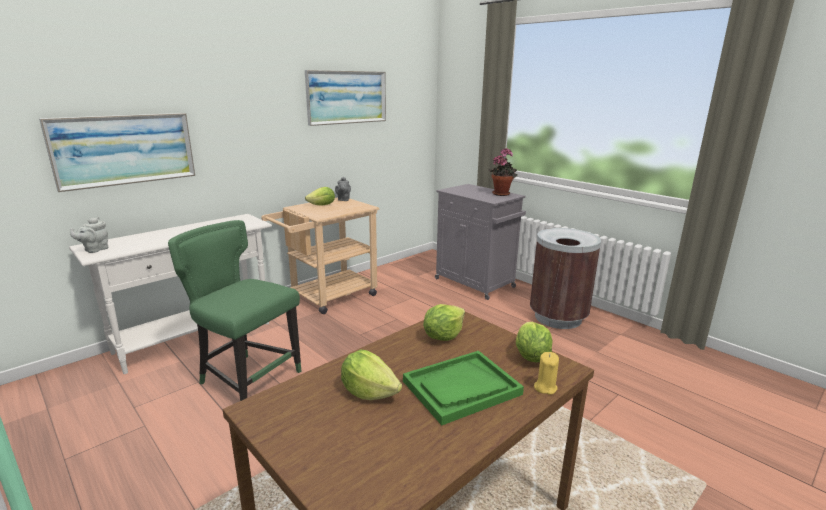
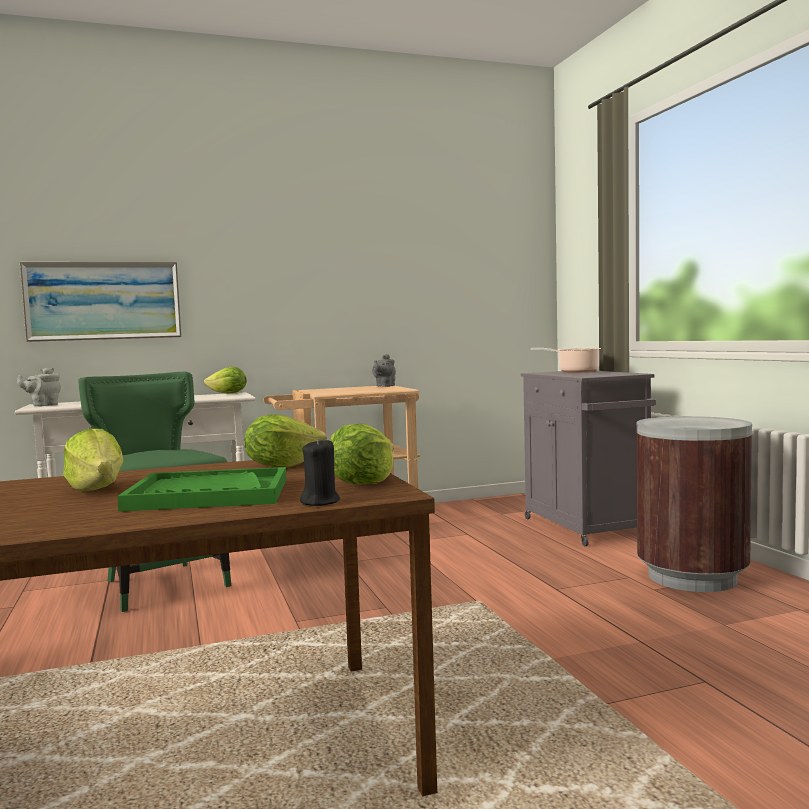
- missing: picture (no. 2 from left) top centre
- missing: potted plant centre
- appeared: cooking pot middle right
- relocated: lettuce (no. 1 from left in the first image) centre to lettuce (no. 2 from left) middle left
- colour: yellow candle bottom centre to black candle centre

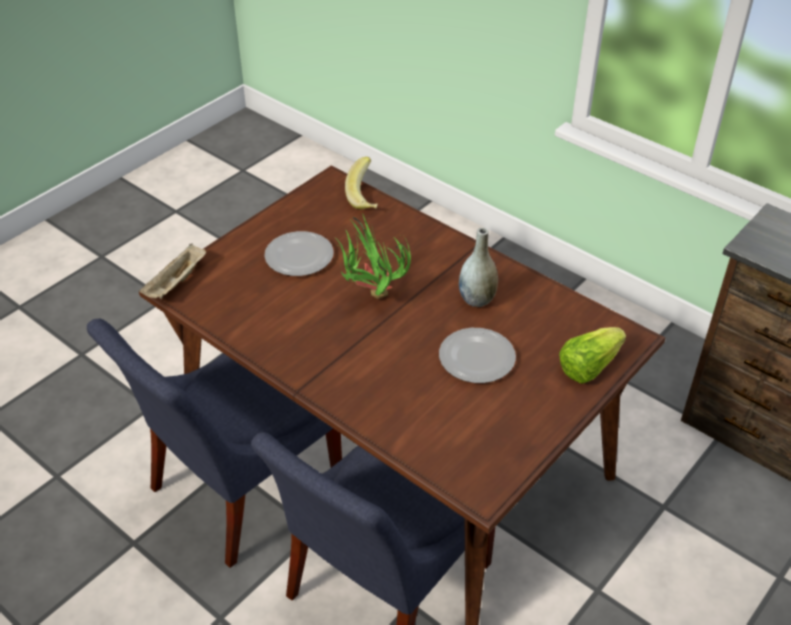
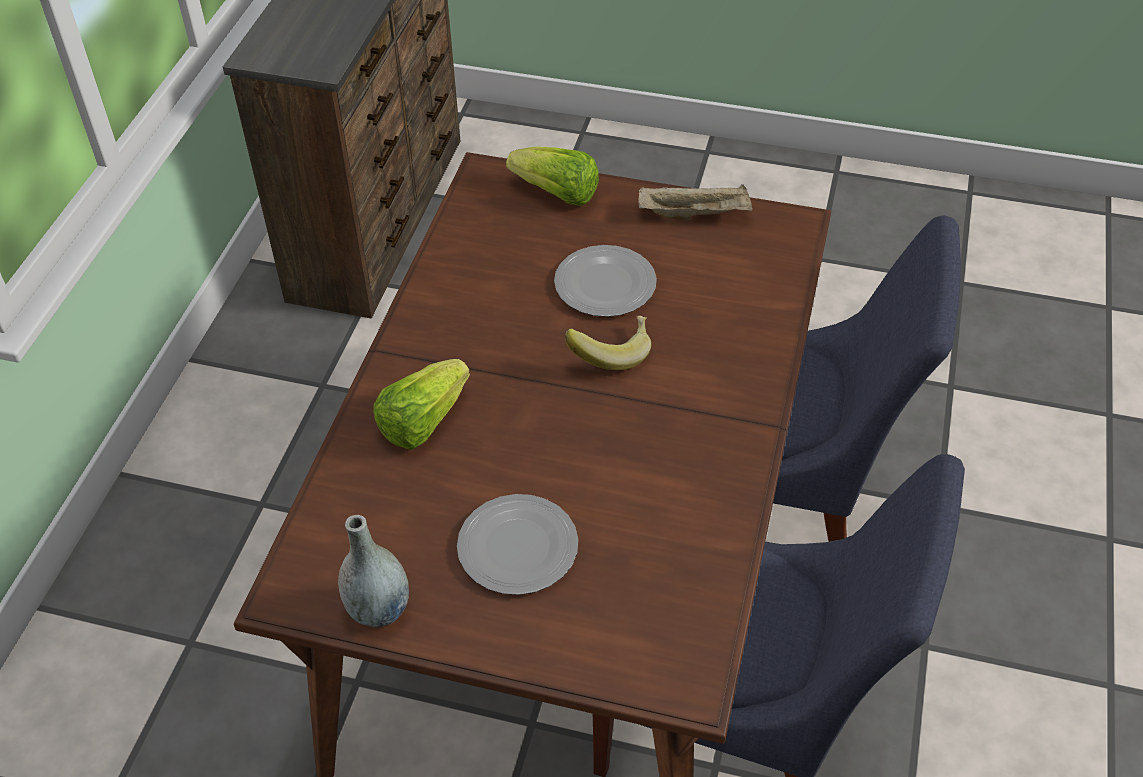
- missing: potted plant centre
- appeared: lettuce (no. 1 from left) centre
- relocated: beige tray middle left to top centre
- relocated: banana top centre to centre
- relocated: grey vase centre to bottom left

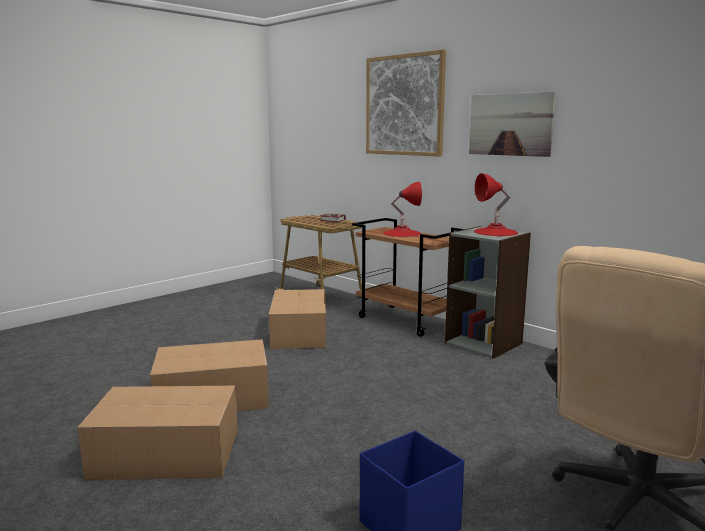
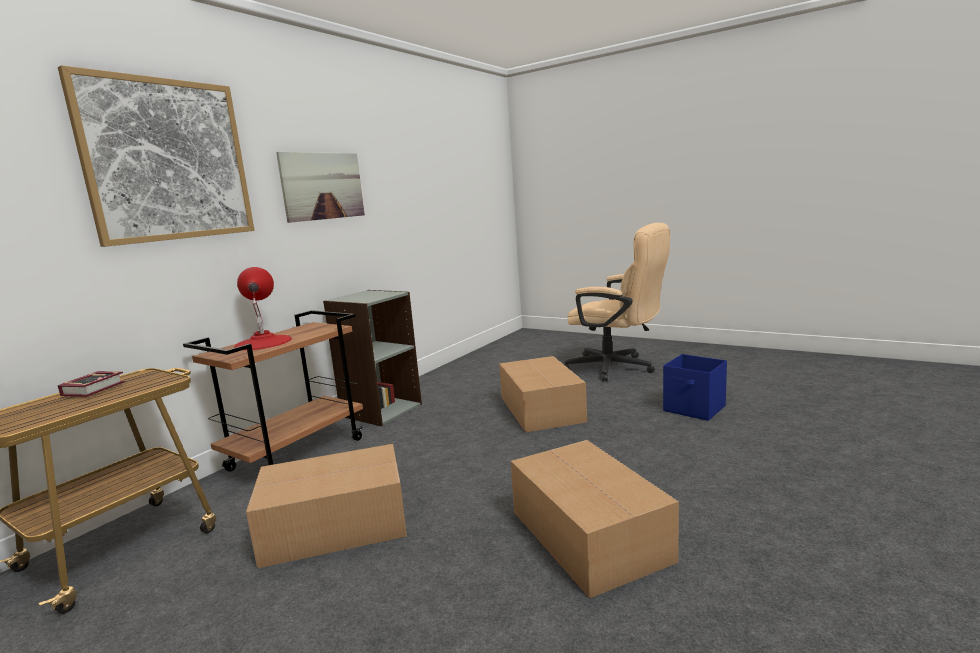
- missing: red table lamp (no. 2 from left) middle right
- relocated: cardboard box (no. 1 from left in the first image) bottom left to cardboard box (no. 2 from left) centre

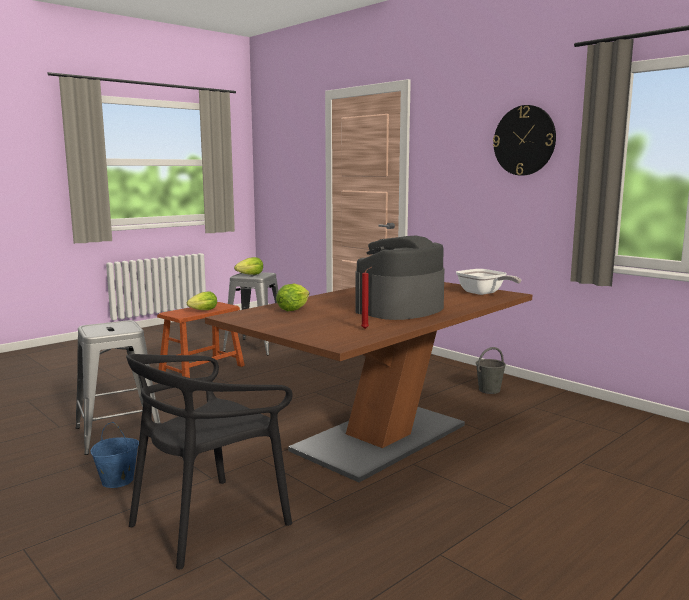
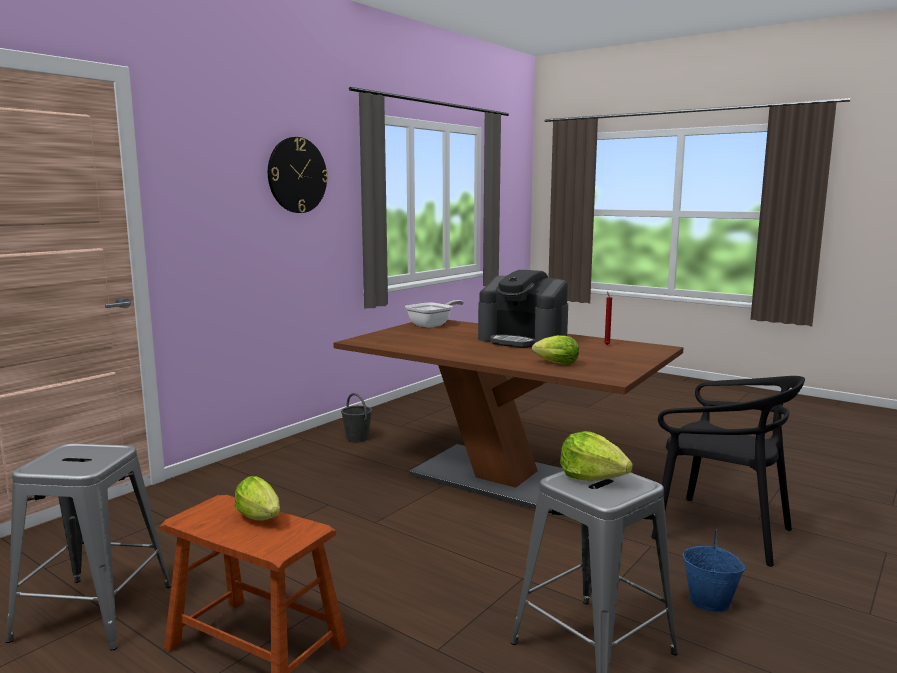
- relocated: lettuce (no. 2 from left in the first image) centre to lettuce (no. 3 from left) bottom centre

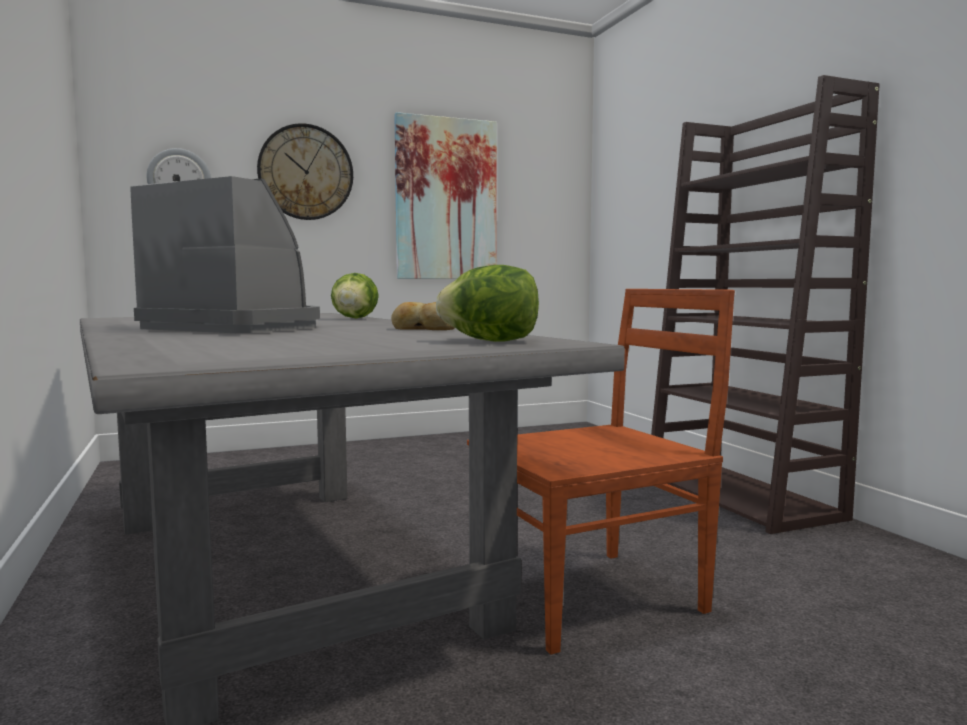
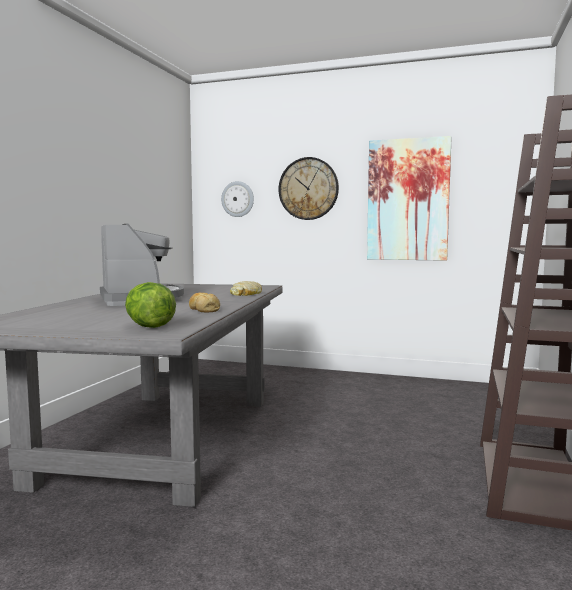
- missing: brown chair centre
- exchanged: lettuce (no. 1 from left) centre to bread (no. 2 from left) centre

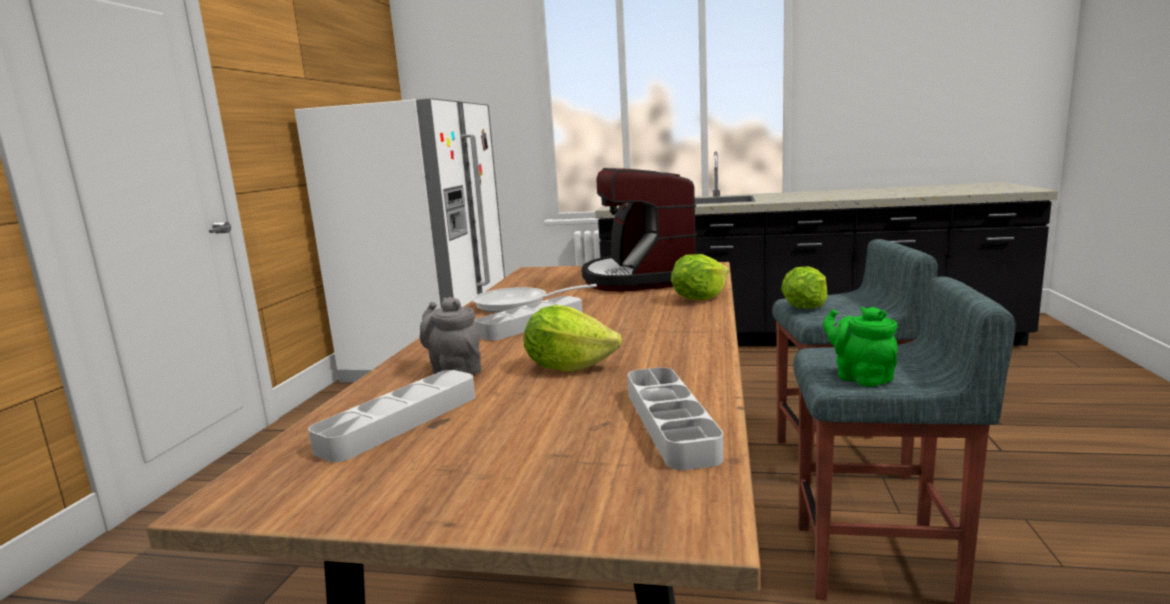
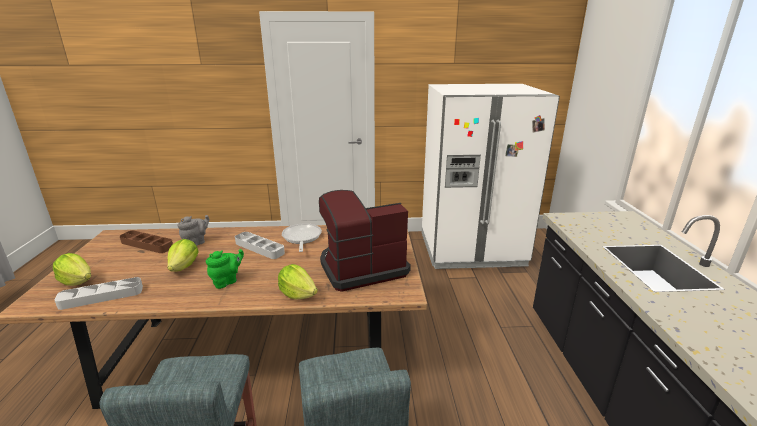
- relocated: lettuce (no. 3 from left in the first image) middle right to lettuce (no. 1 from left) middle left
- relocated: green teapot middle right to middle left
- colour: grey tray (no. 1 from left) bottom centre to brown tray middle left

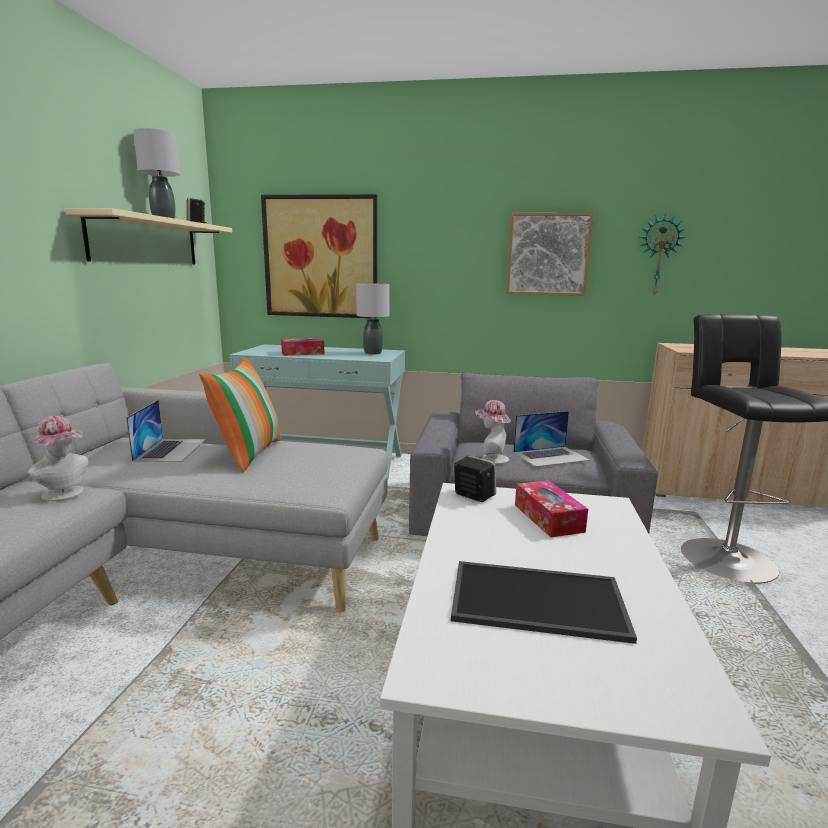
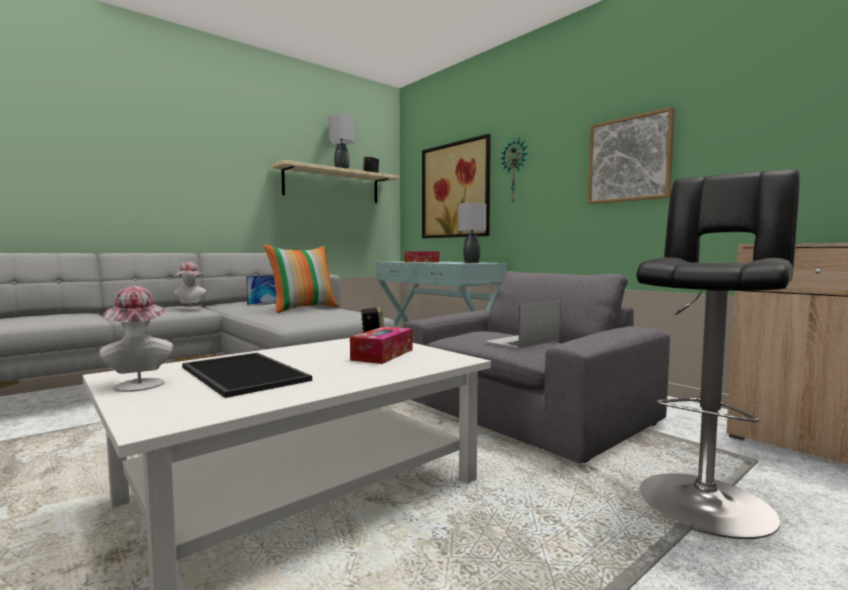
- relocated: hat (no. 2 from left in the first image) centre to hat (no. 1 from left) middle left
- relocated: wall clock top right to top centre
- spun: laptop (no. 2 from left) centre = centre 120 degrees clockwise

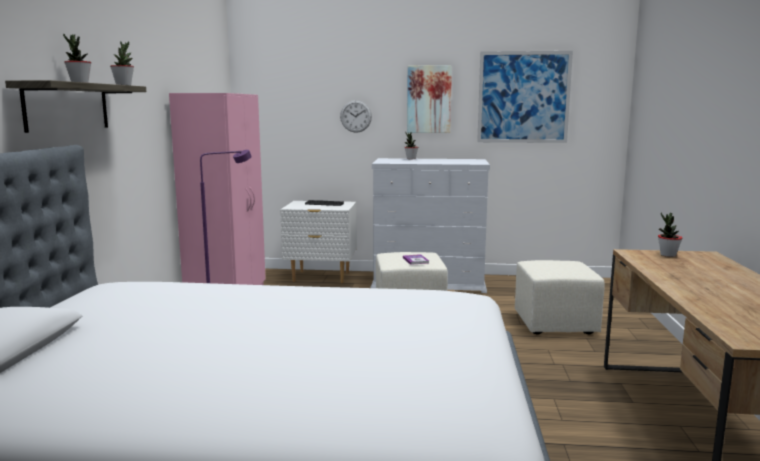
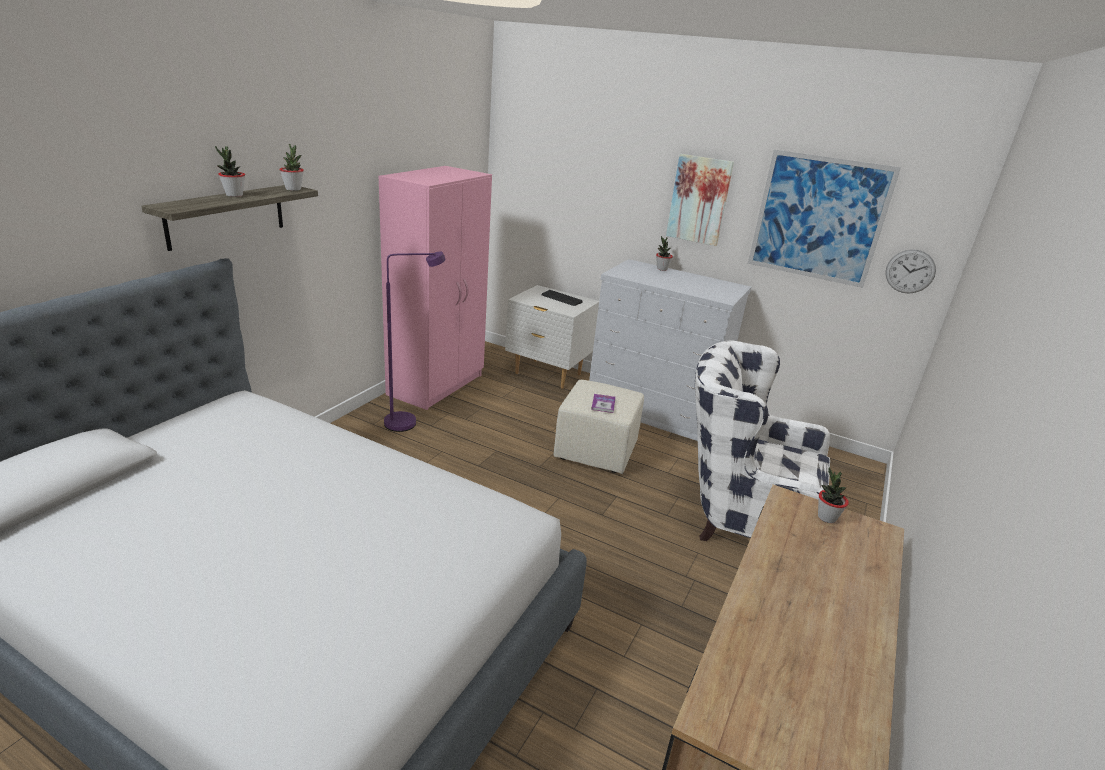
- relocated: wall clock top centre to middle right
- exchanged: beige ottoman (no. 2 from left) middle right to white armchair middle right

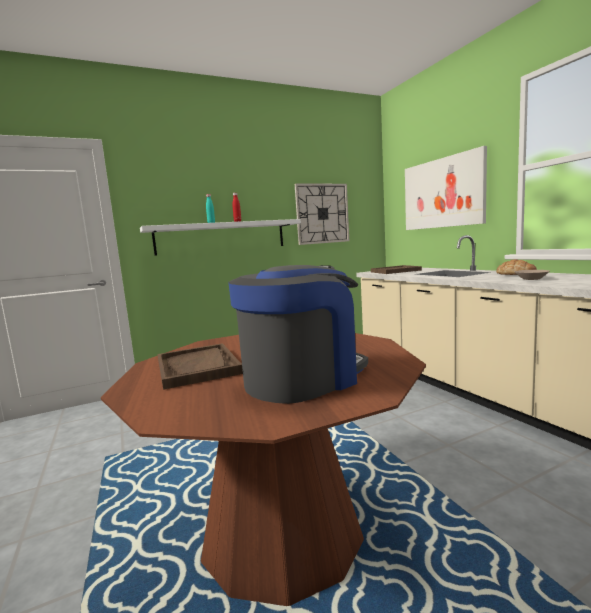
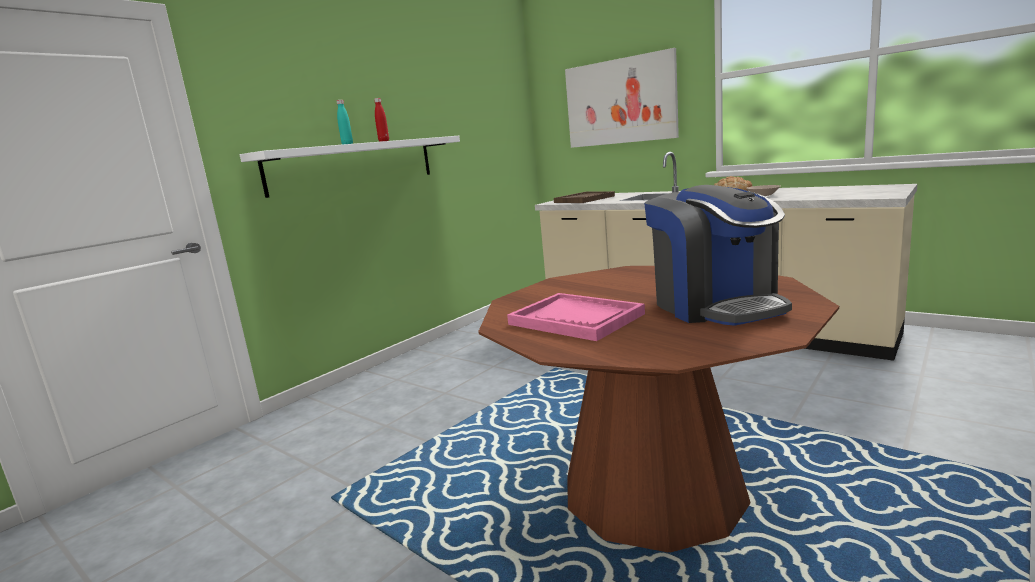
- missing: wall clock centre
- colour: brown tray (no. 1 from left) centre to pink tray centre
- spun: coffee machine centre = middle right 135 degrees clockwise

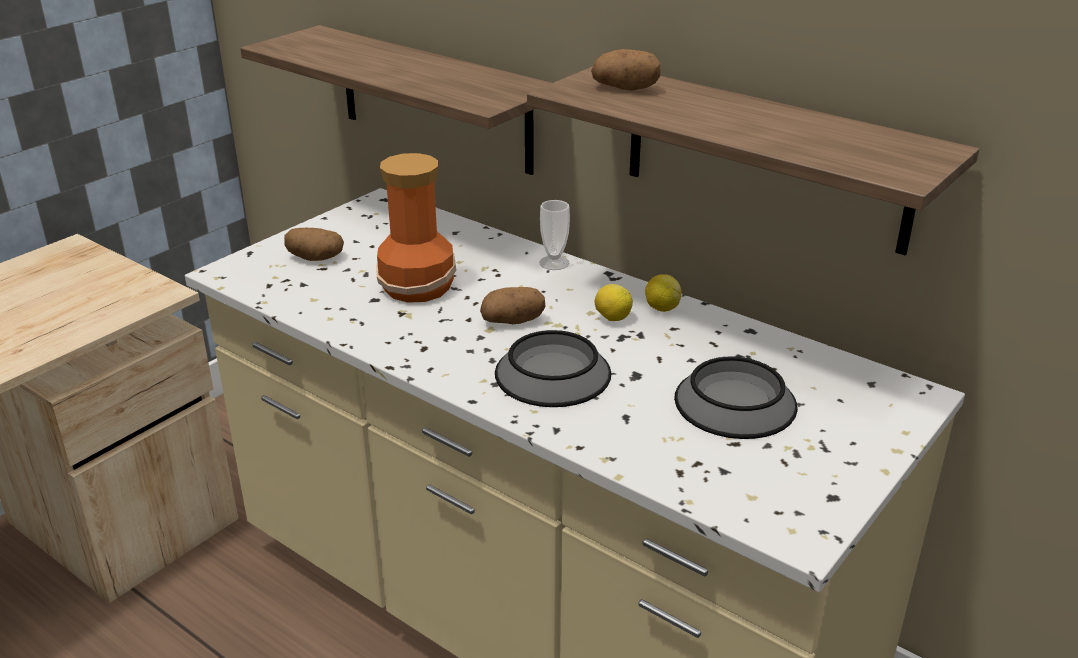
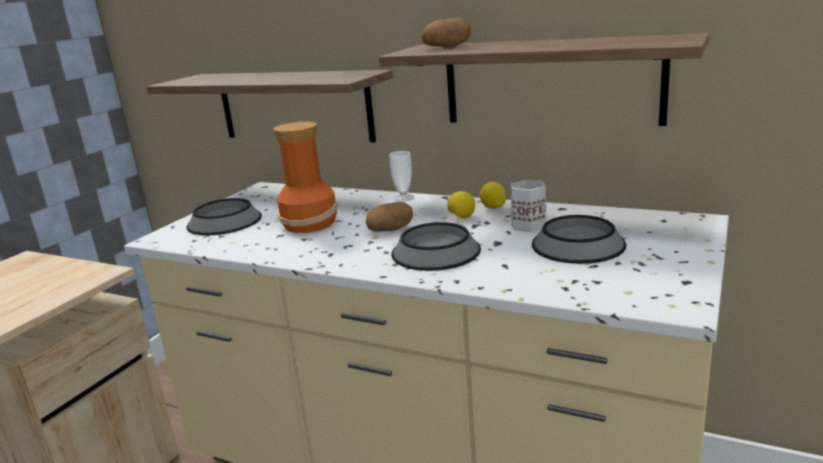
- appeared: white mug centre
- exchanged: potato (no. 1 from left) middle left to bowl (no. 1 from left) middle left

